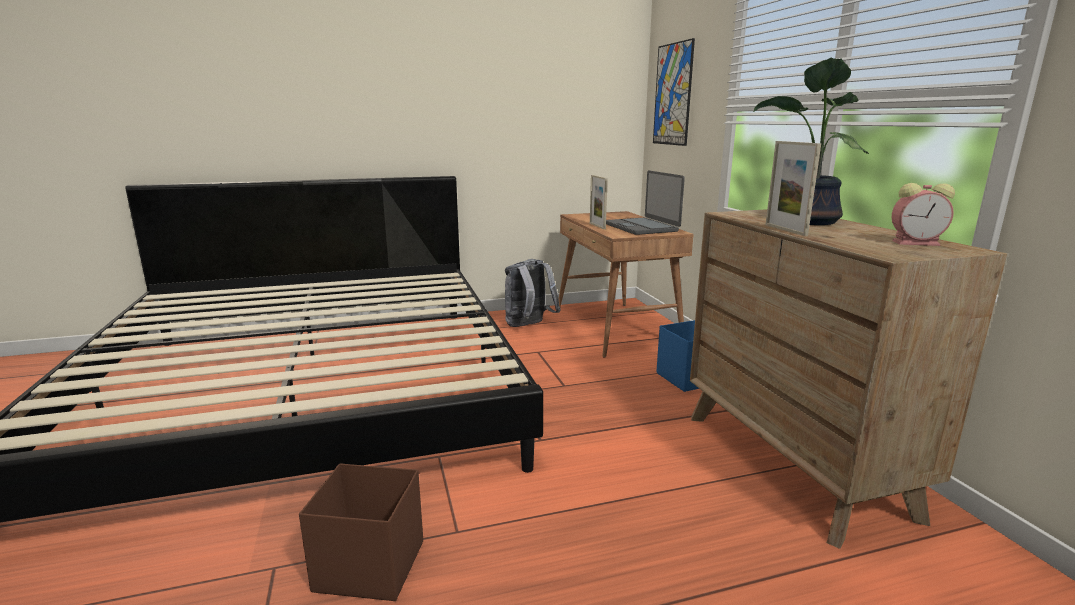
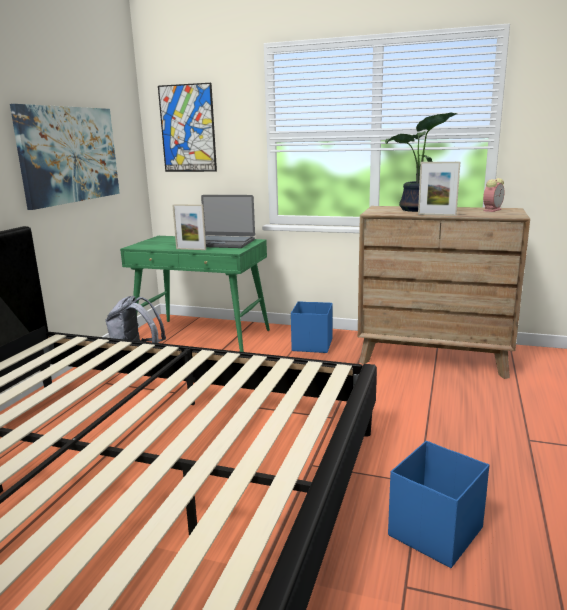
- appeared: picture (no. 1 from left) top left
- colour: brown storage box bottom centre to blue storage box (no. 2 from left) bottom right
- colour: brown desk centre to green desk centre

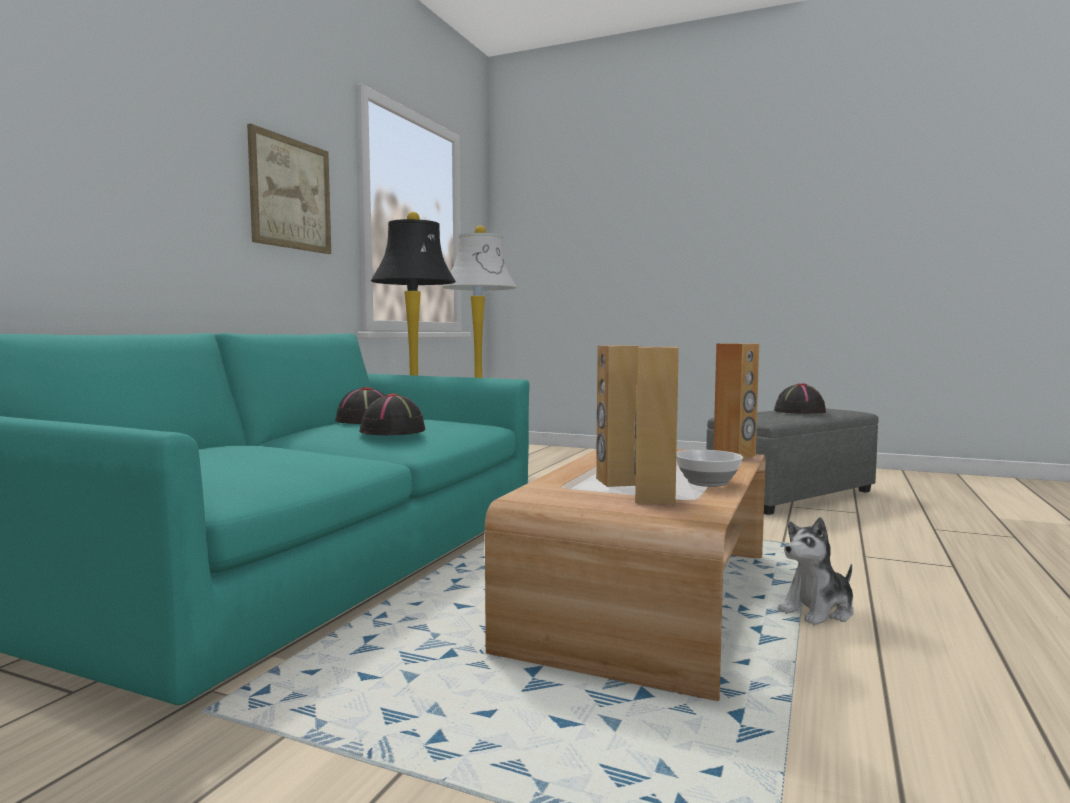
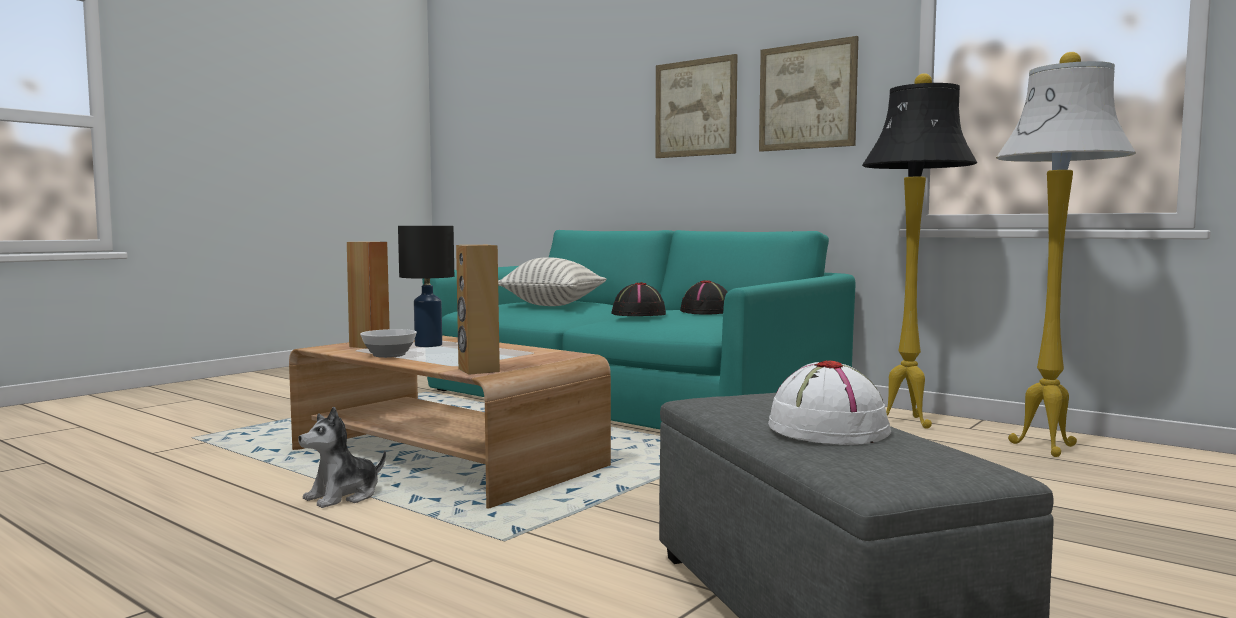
- appeared: pillow centre
- appeared: picture (no. 1 from left) top centre
- exchanged: brown speaker (no. 1 from left) centre to black table lamp centre
- colour: black hat (no. 3 from left) middle right to white hat middle right
- spun: plush toy bottom right = bottom left 120 degrees counterclockwise

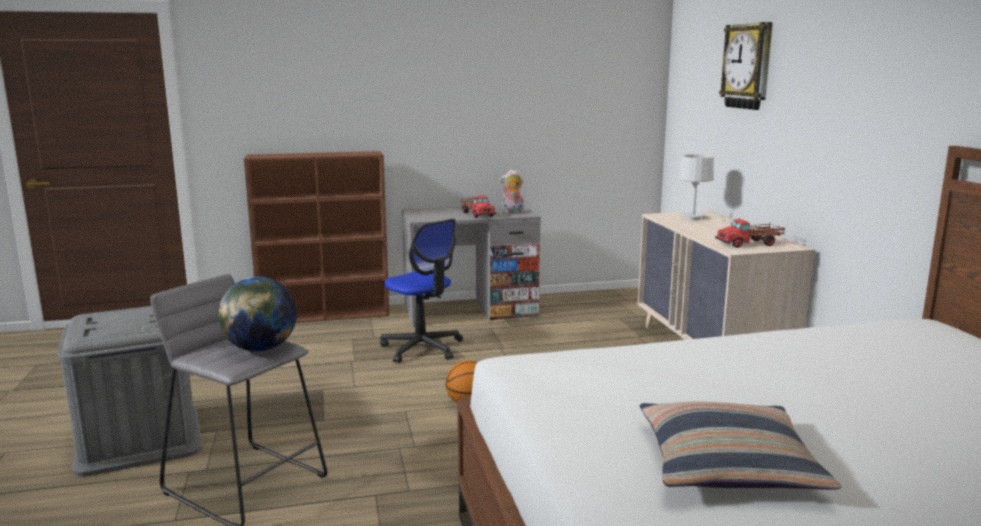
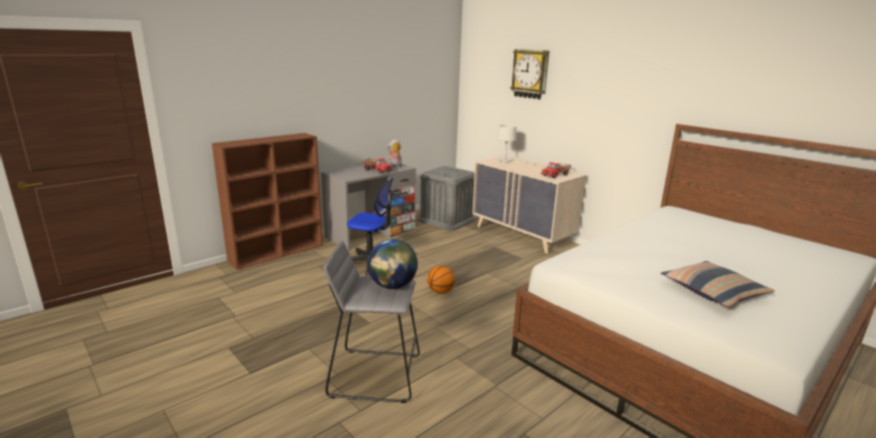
- relocated: grey storage box bottom left to centre

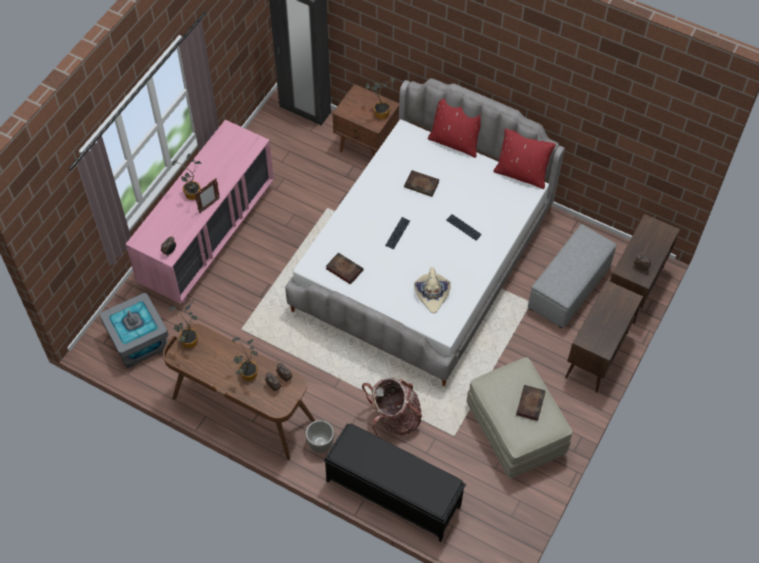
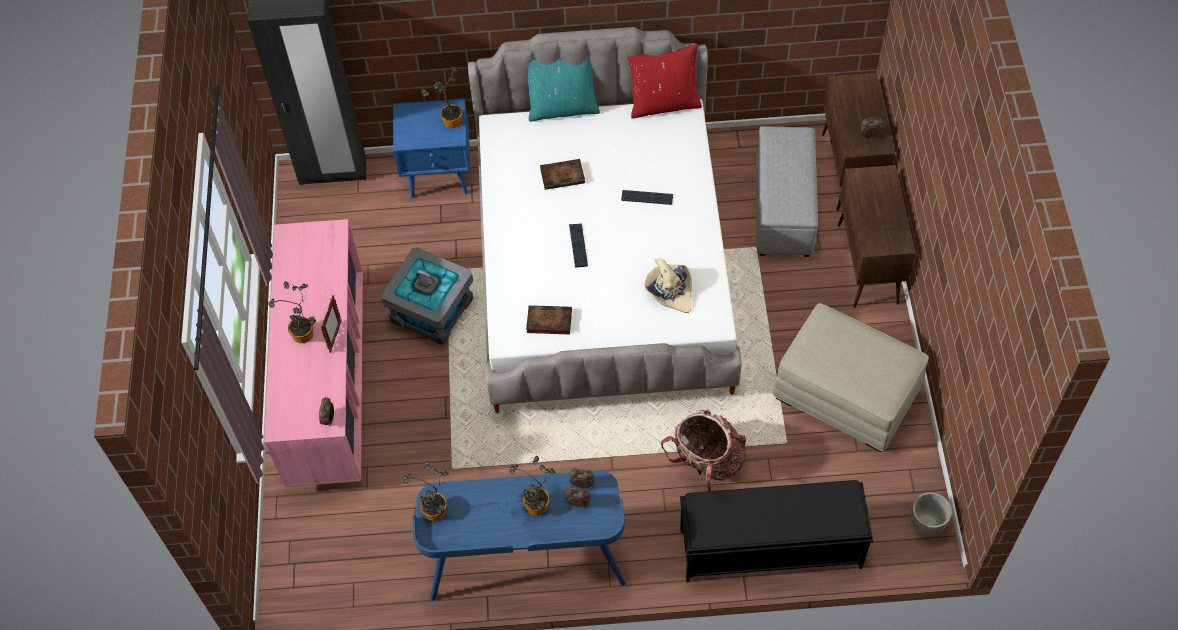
- missing: book (no. 3 from left) bottom right
- relocated: grey storage box middle left to centre
- relocated: planter bottom centre to bottom right
- colour: brown desk bottom left to blue desk bottom centre
- colour: brown nightstand top centre to blue nightstand top centre
- colour: red pillow (no. 1 from left) top centre to turquoise pillow top centre

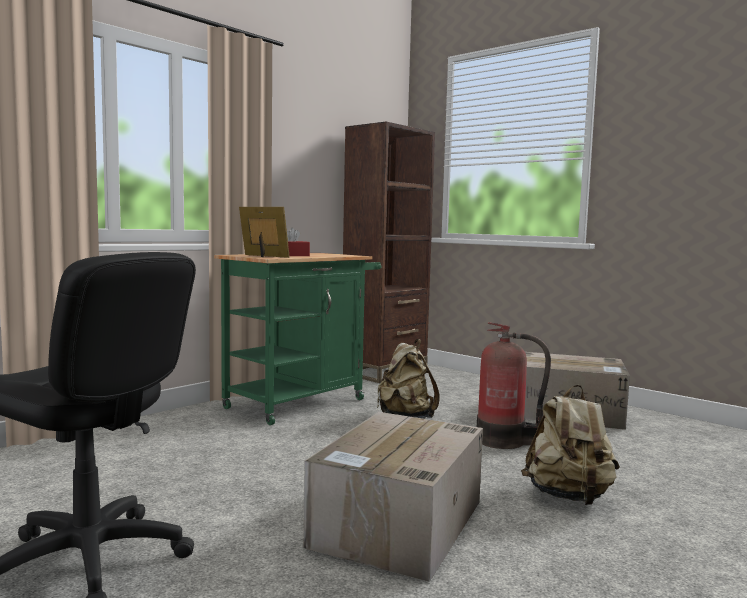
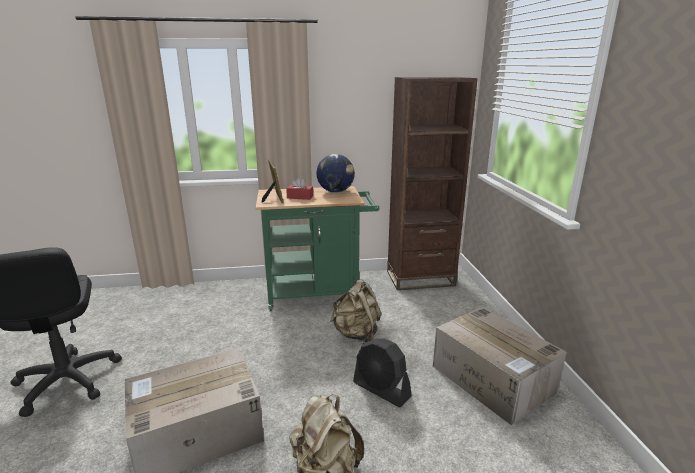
- appeared: globe centre
- exchanged: fire extinguisher middle right to black fan bottom centre

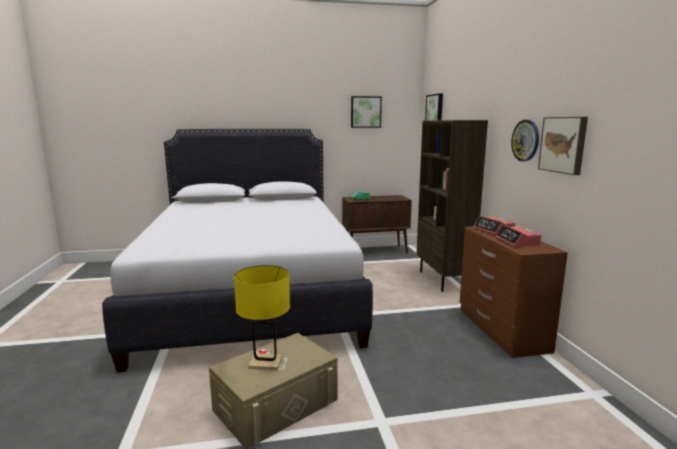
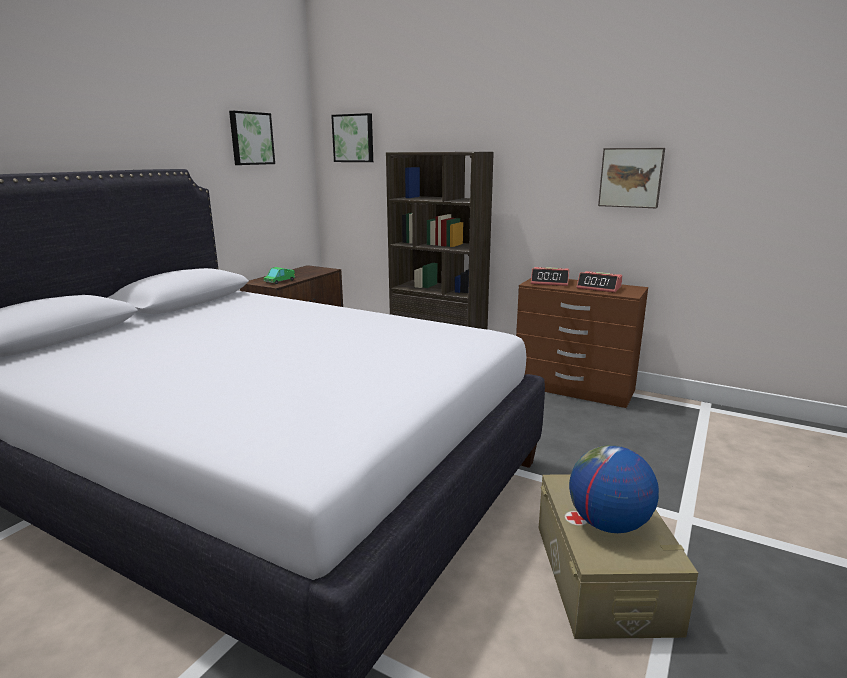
- missing: wall clock top right
- exchanged: yellow table lamp bottom centre to globe bottom right

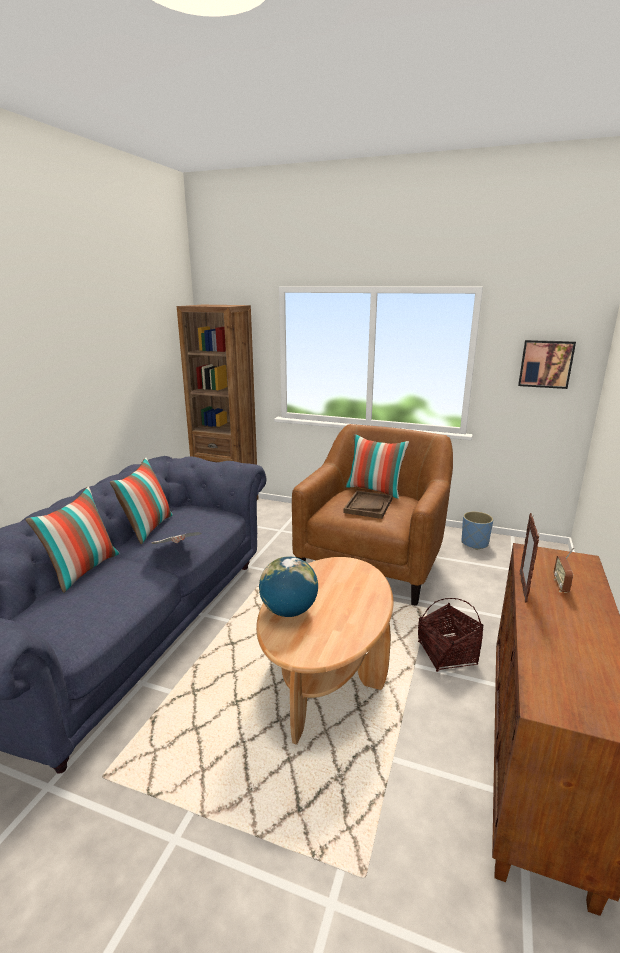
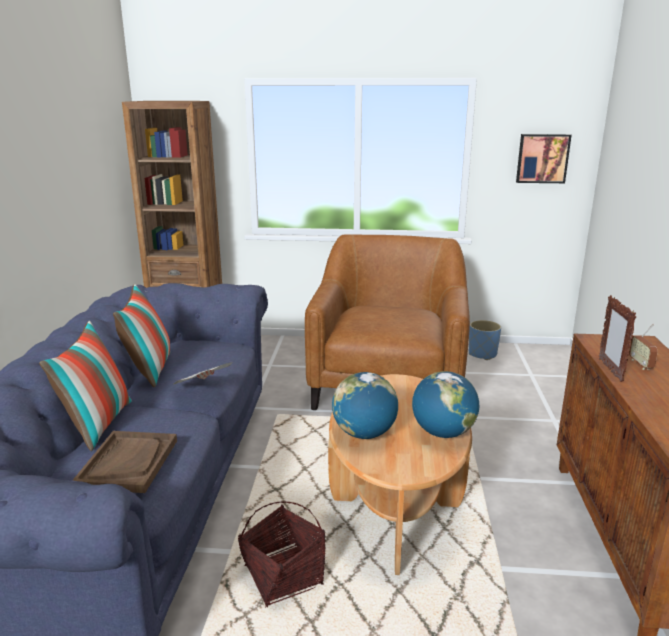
- missing: pillow (no. 3 from left) centre
- appeared: globe (no. 2 from left) centre
- relocated: brown tray centre to bottom left
- relocated: basket middle right to bottom centre

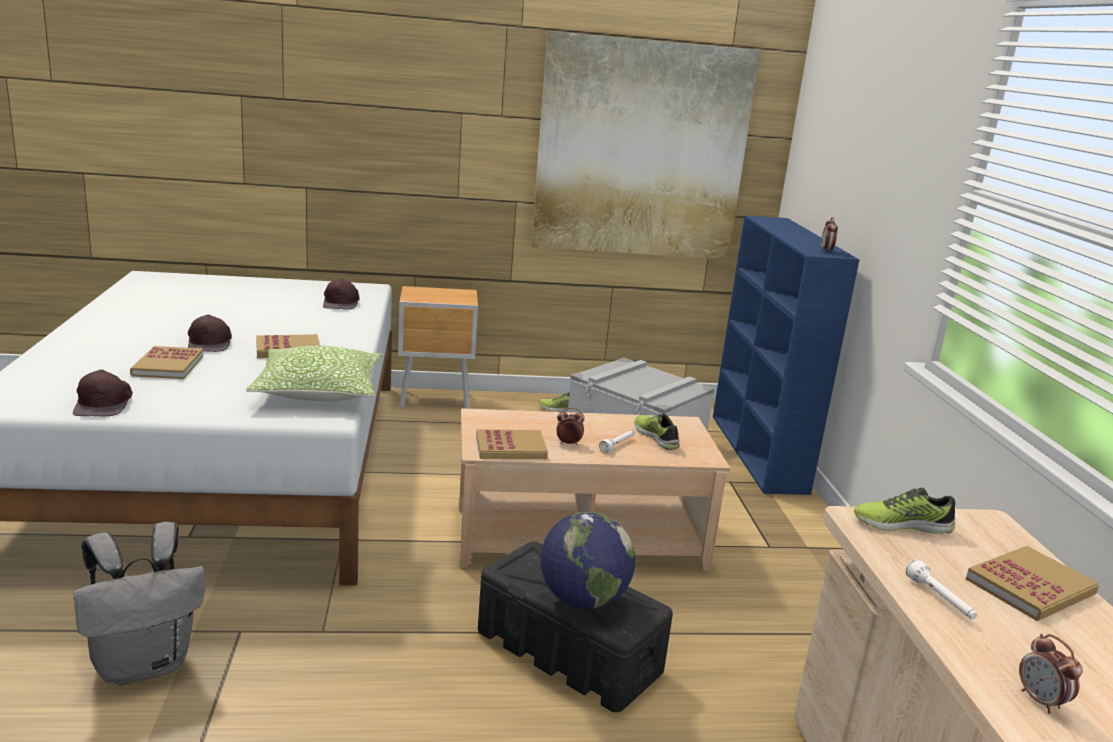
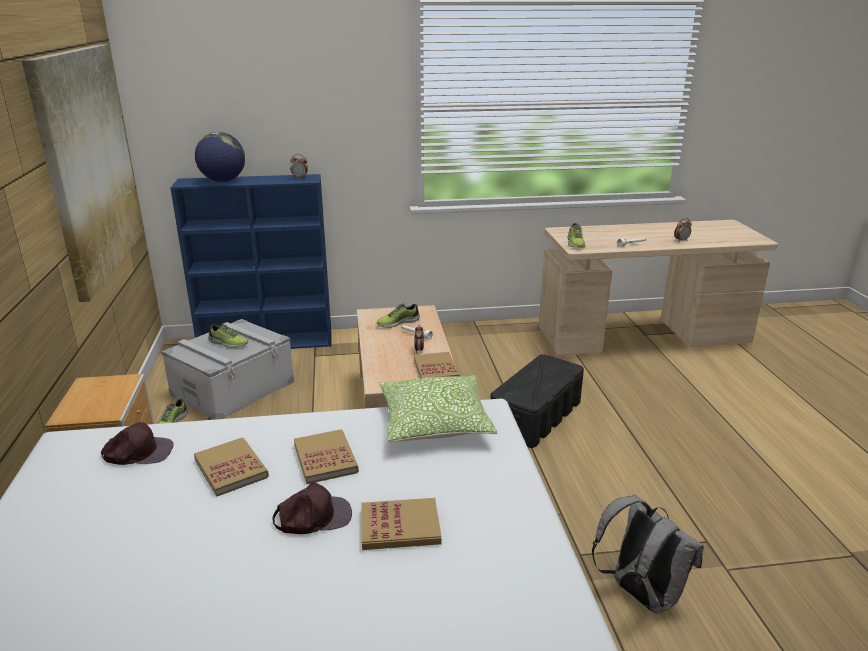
- missing: brown cap (no. 1 from left) middle left
- appeared: shoe (no. 2 from left) middle left
- relocated: globe bottom centre to top left
- relocated: book (no. 4 from left in the first image) bottom right to book (no. 1 from left) bottom left

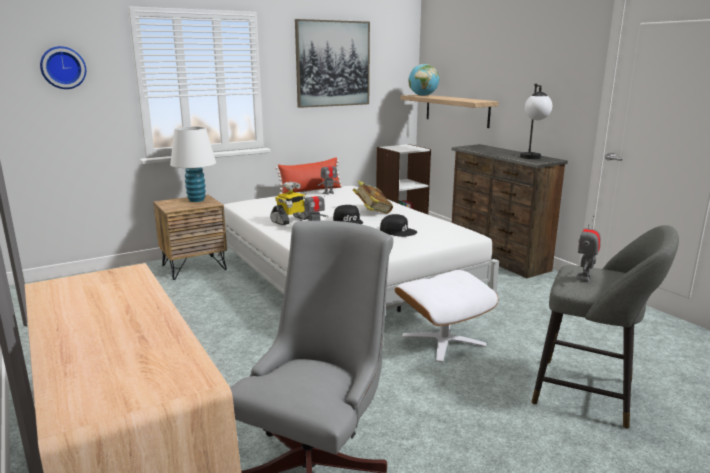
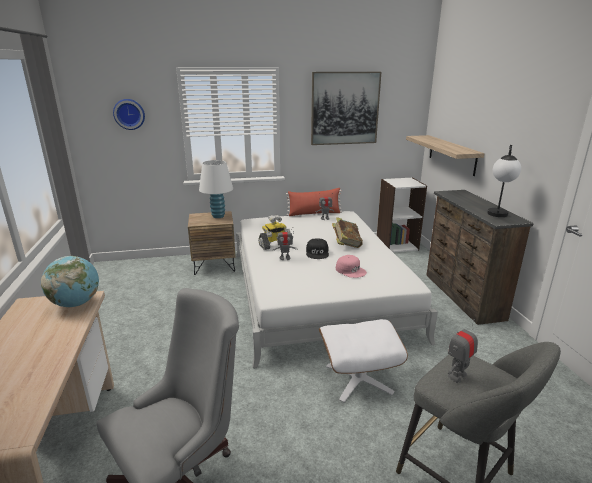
- relocated: globe top centre to middle left
- colour: black cap (no. 2 from left) centre to pink cap centre

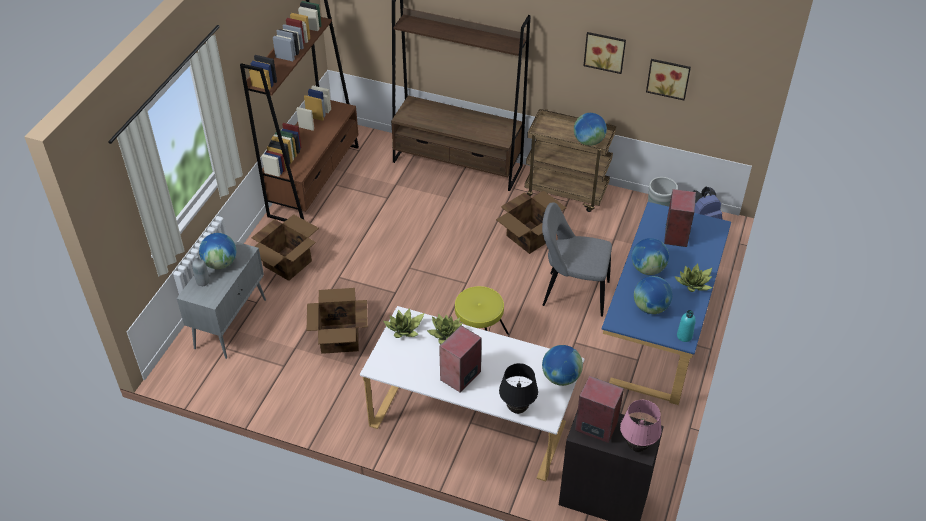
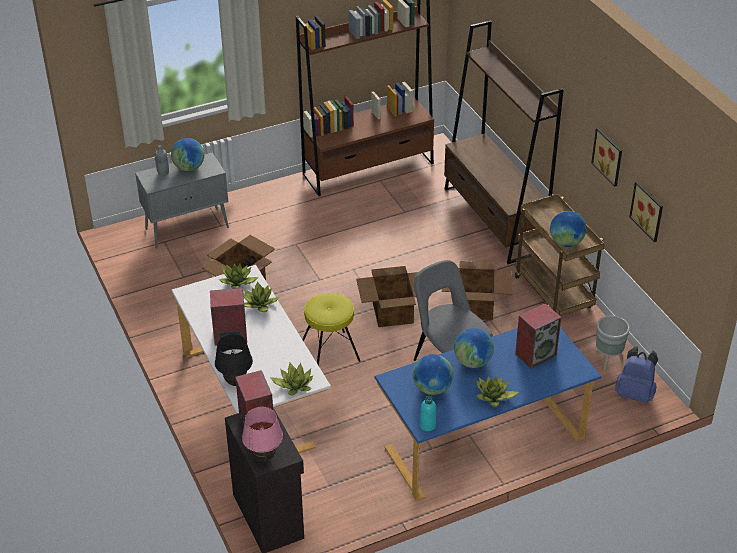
- relocated: cardboard box (no. 1 from left in the first image) middle left to cardboard box (no. 2 from left) centre
- exchanged: globe (no. 2 from left) bottom centre to potted plant (no. 3 from left) bottom centre

